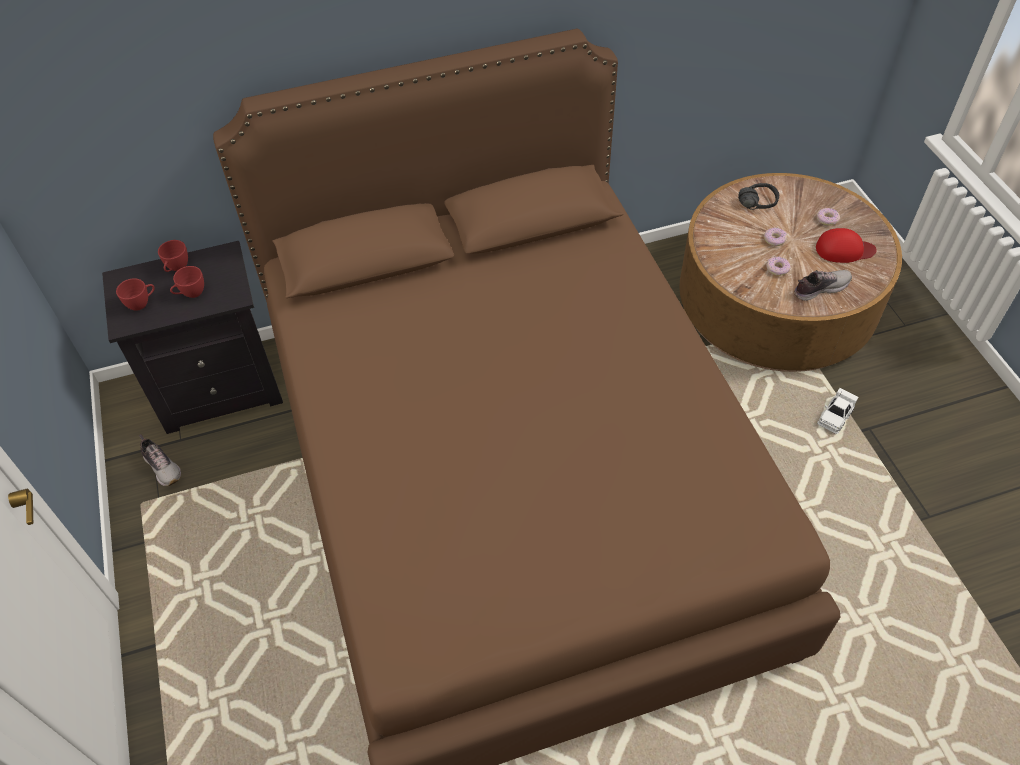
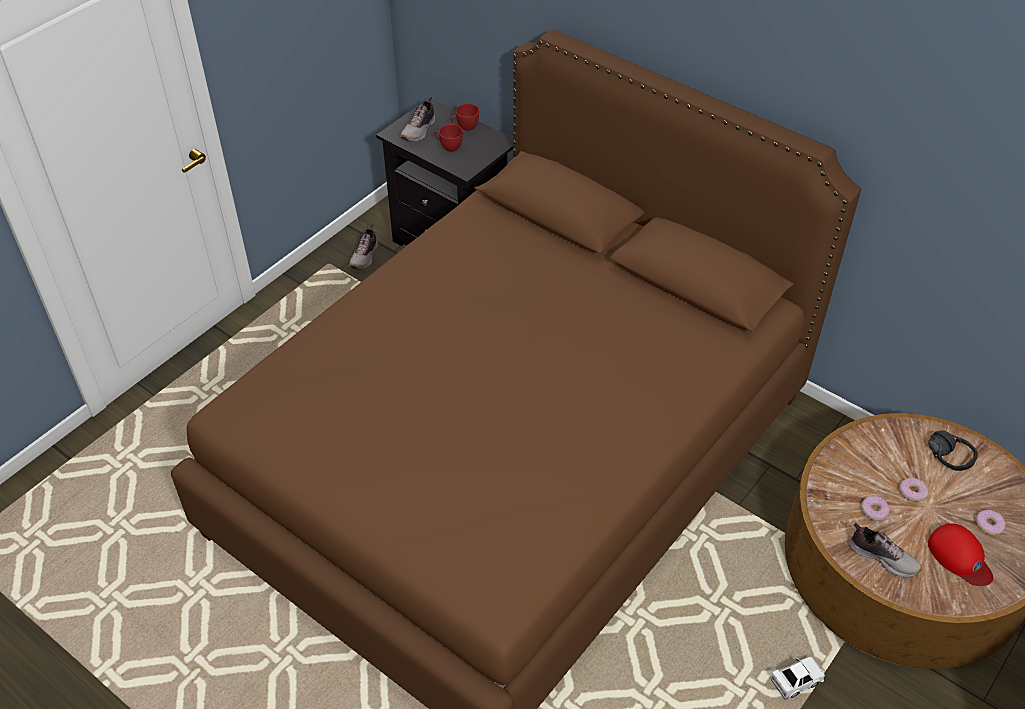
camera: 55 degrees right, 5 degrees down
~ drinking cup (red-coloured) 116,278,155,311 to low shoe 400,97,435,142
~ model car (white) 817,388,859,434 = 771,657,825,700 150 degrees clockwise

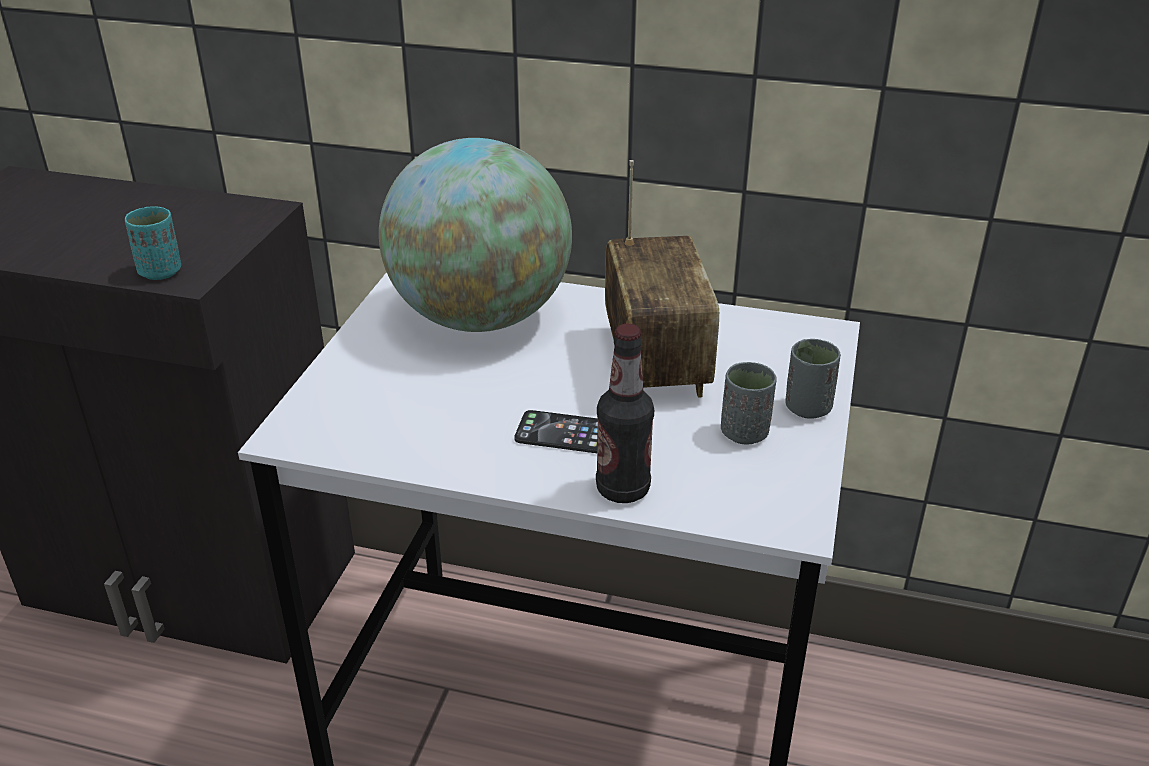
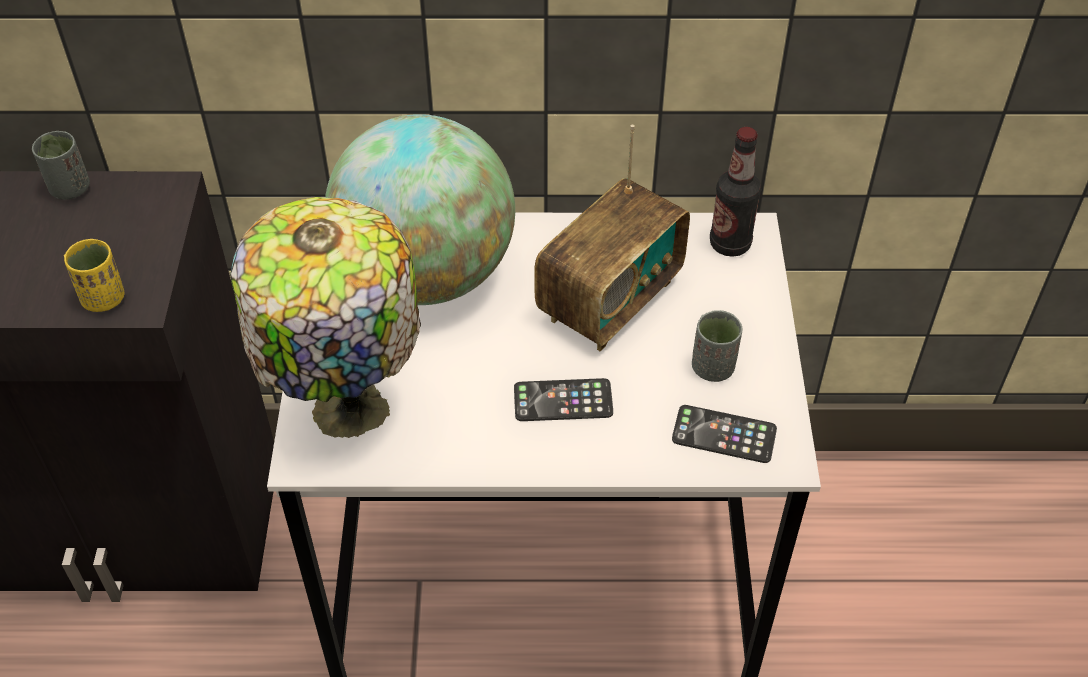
camera: 15 degrees left, 15 degrees up
~ radio receiver 605,160,719,398 = 534,125,690,351 60 degrees clockwise
~ drinking cup (turquoise-coloured) 125,206,181,280 to drinking cup (yellow) 64,239,124,312
~ drink bottle 596,324,654,503 to 710,127,761,257
~ drinking cup (grey) 785,339,841,419 to 32,131,90,200
+ tabletop lamp 230,197,421,438
+ phone 672,405,777,463

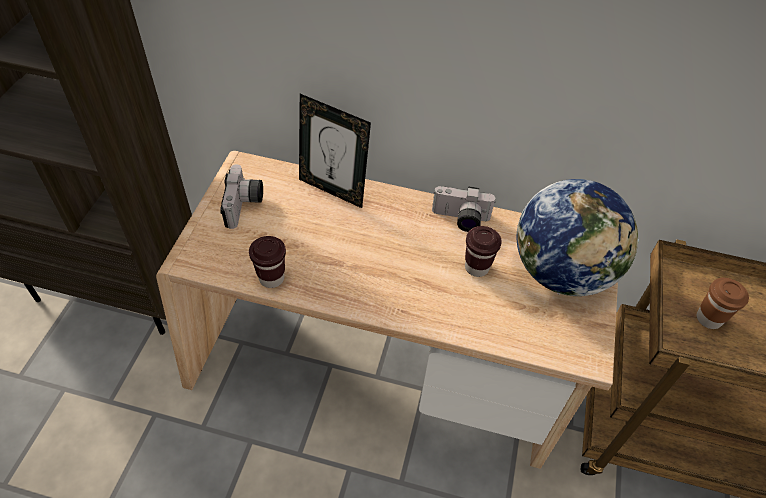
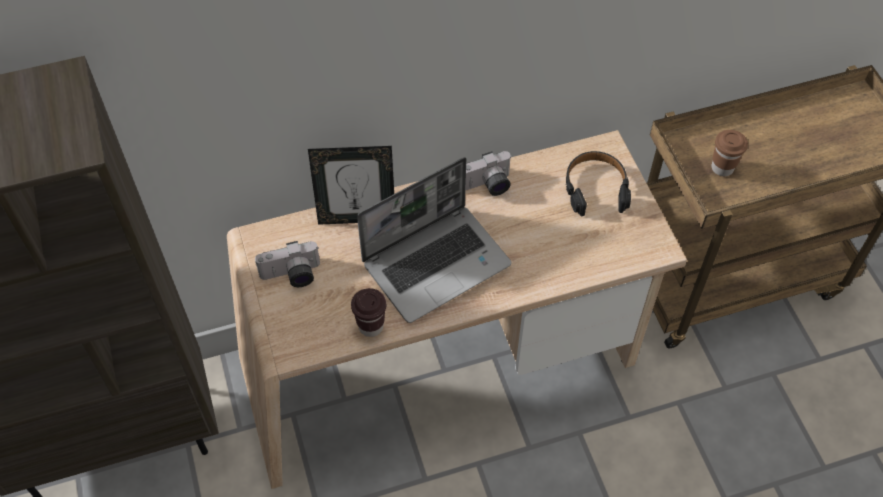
camera: 30 degrees left, 5 degrees up
~ still camera 220,164,263,229 = 255,241,320,287 105 degrees clockwise
~ world globe 516,179,639,296 to pair of headphones (blackish) 566,151,631,216
- drinking cup (brownish) 465,226,502,277
+ laptop 357,157,511,323

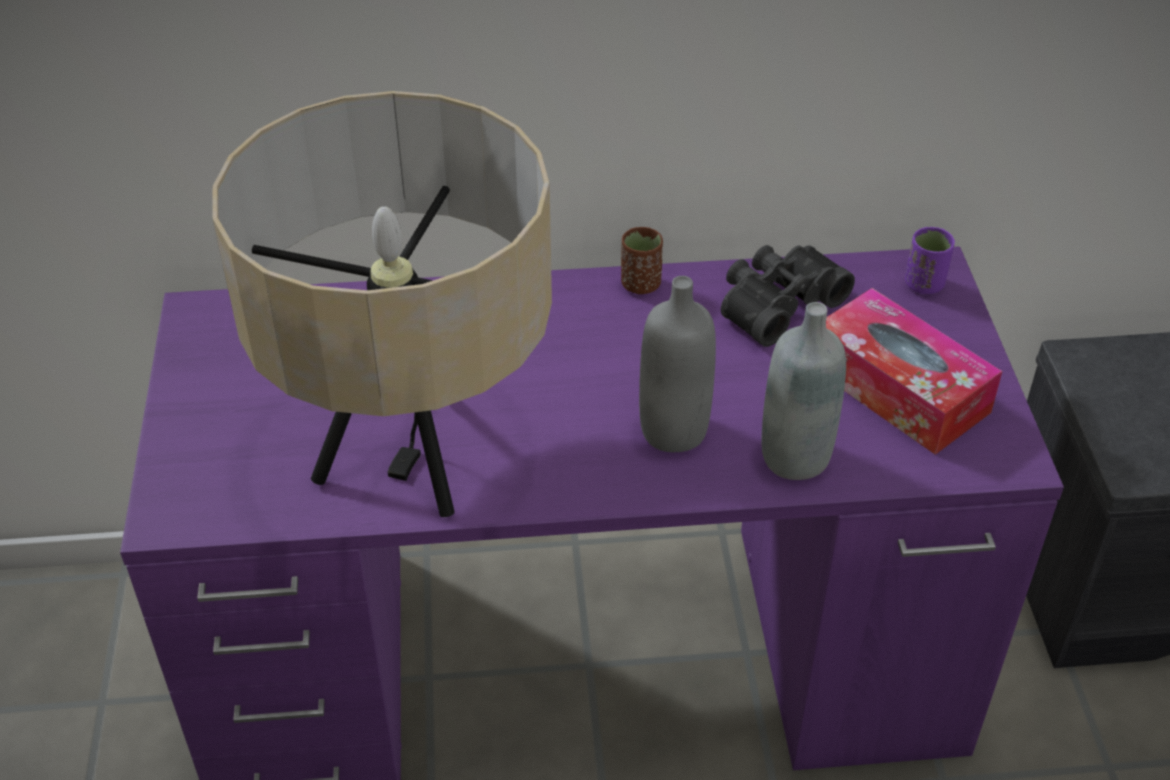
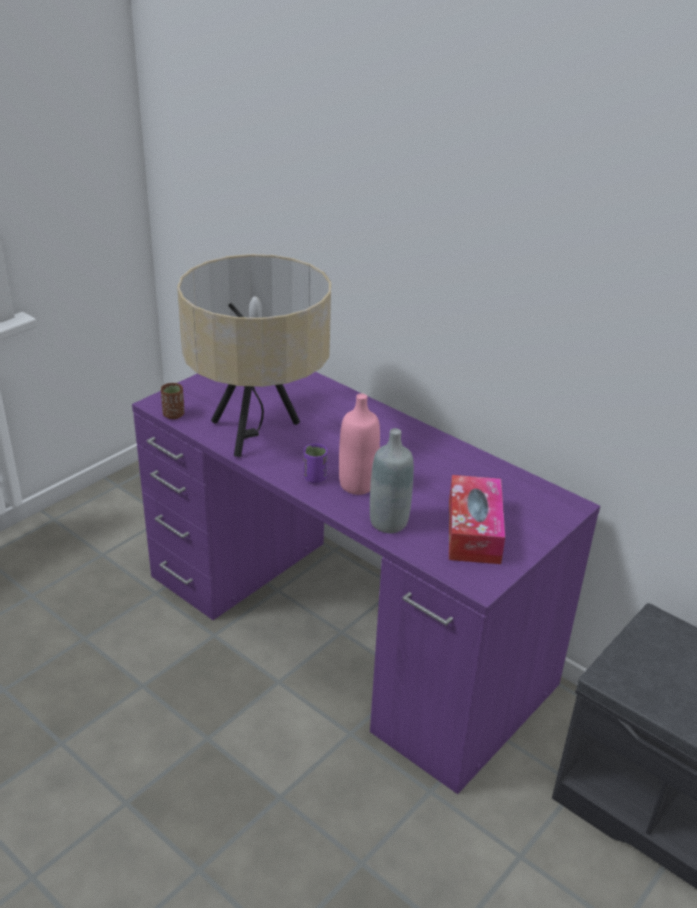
camera: 45 degrees right, 10 degrees down
~ drinking cup (brownish) 621,227,663,294 to 161,383,184,419
~ drinking cup (purple) 905,227,955,294 to 303,444,328,483
- pair of binoculars (blackish) 721,245,855,347
~ drink bottle (grey) 639,276,716,452 to drink bottle (pink-coloured) 339,393,380,495

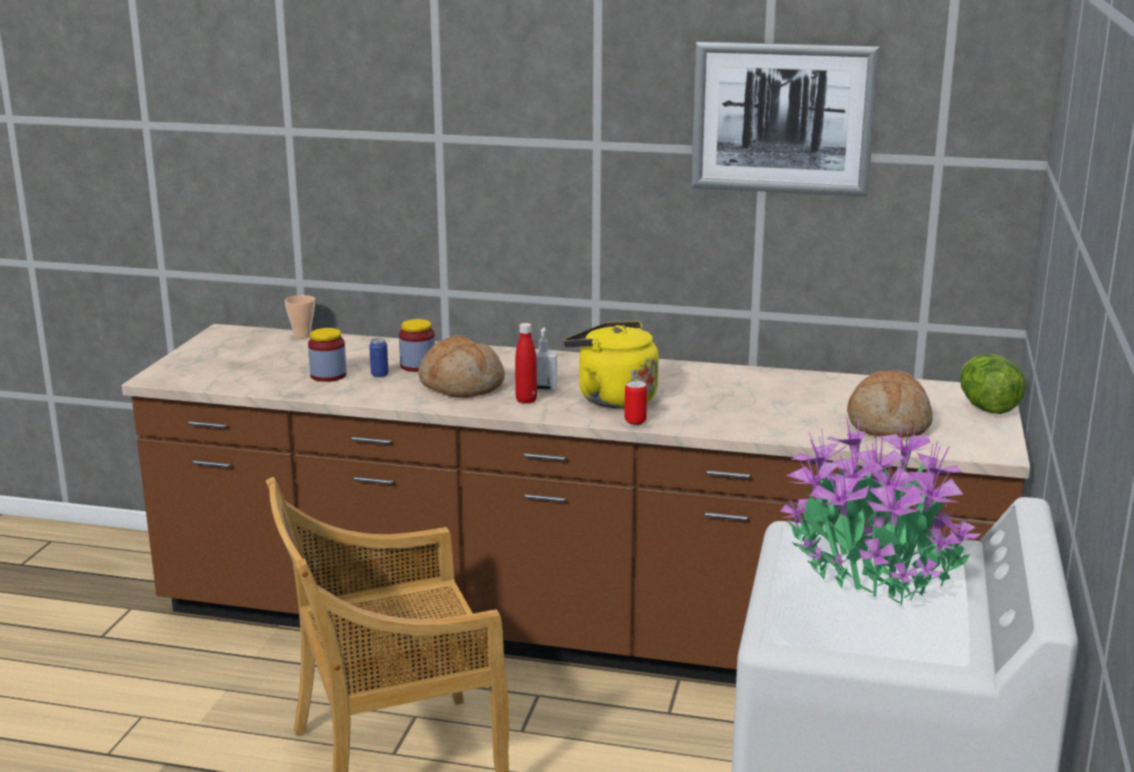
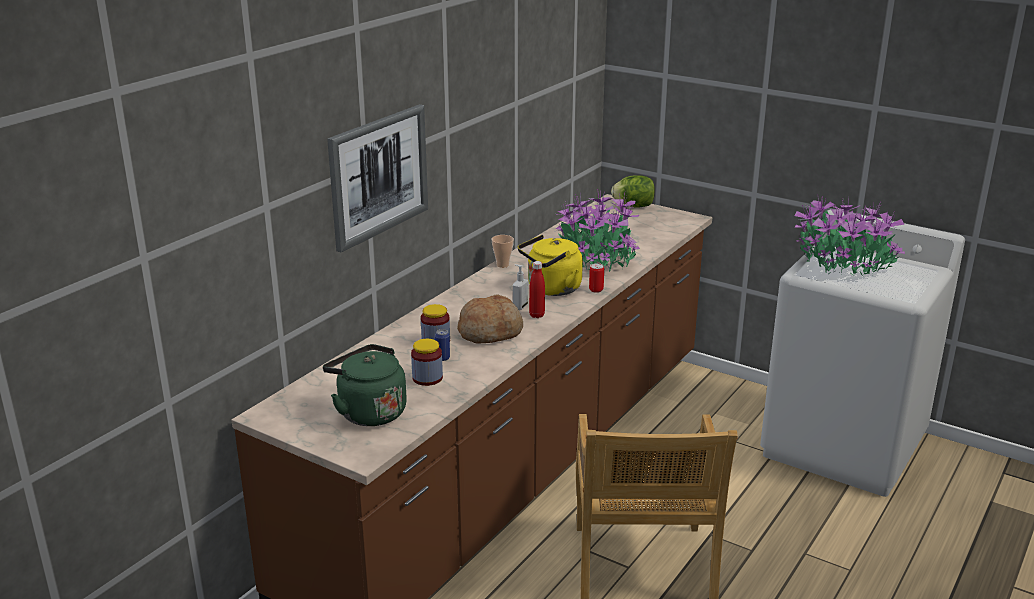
camera: 70 degrees left, 5 degrees up
~ wall art 691,41,880,197 to 327,104,428,252
~ drinking cup 285,295,315,339 to 492,235,514,268
- baked bread 847,371,933,438
+ potted plant 556,188,640,272
+ water kettle (greenish) 323,344,407,426

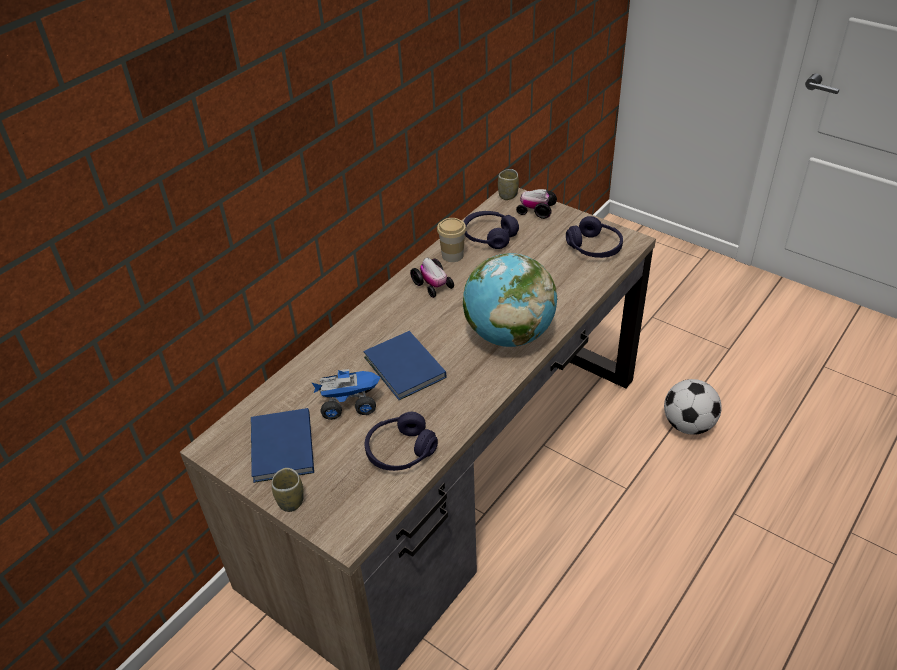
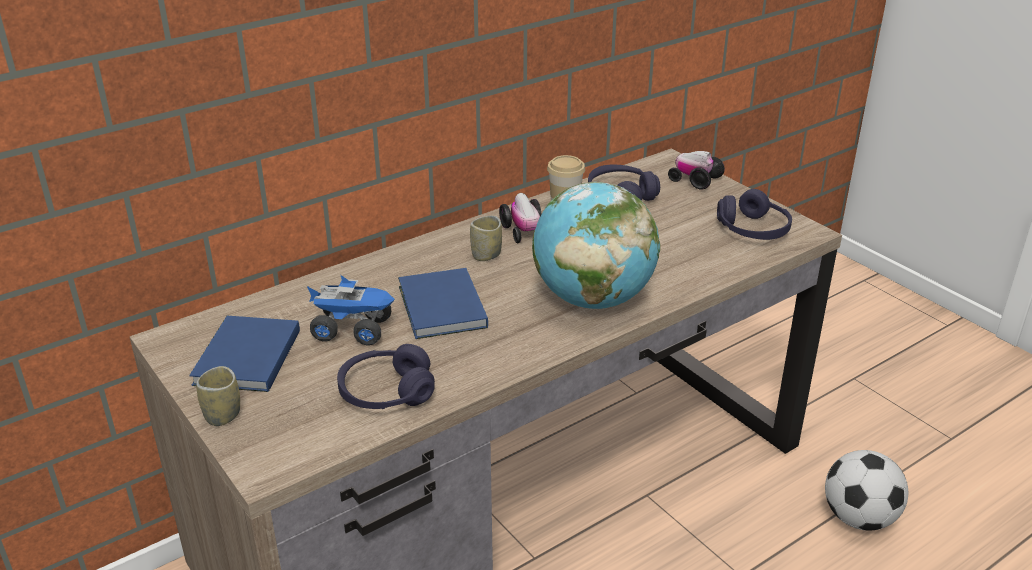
camera: 15 degrees right, 10 degrees down
~ drinking cup 498,169,519,200 to 470,216,502,261

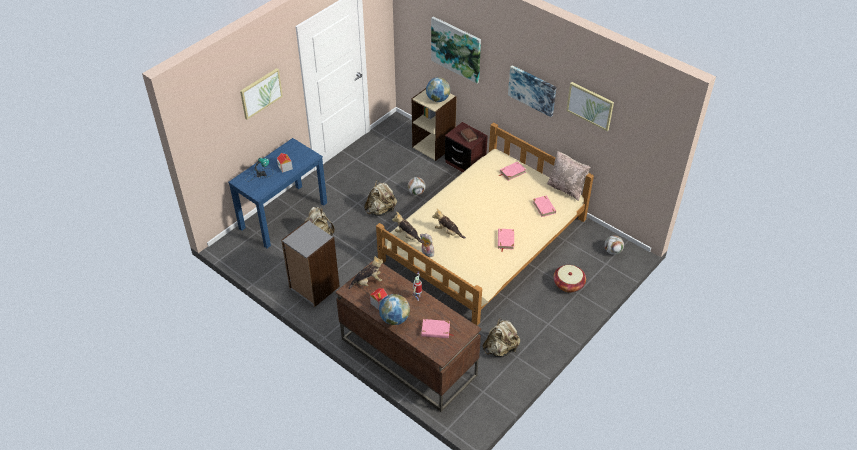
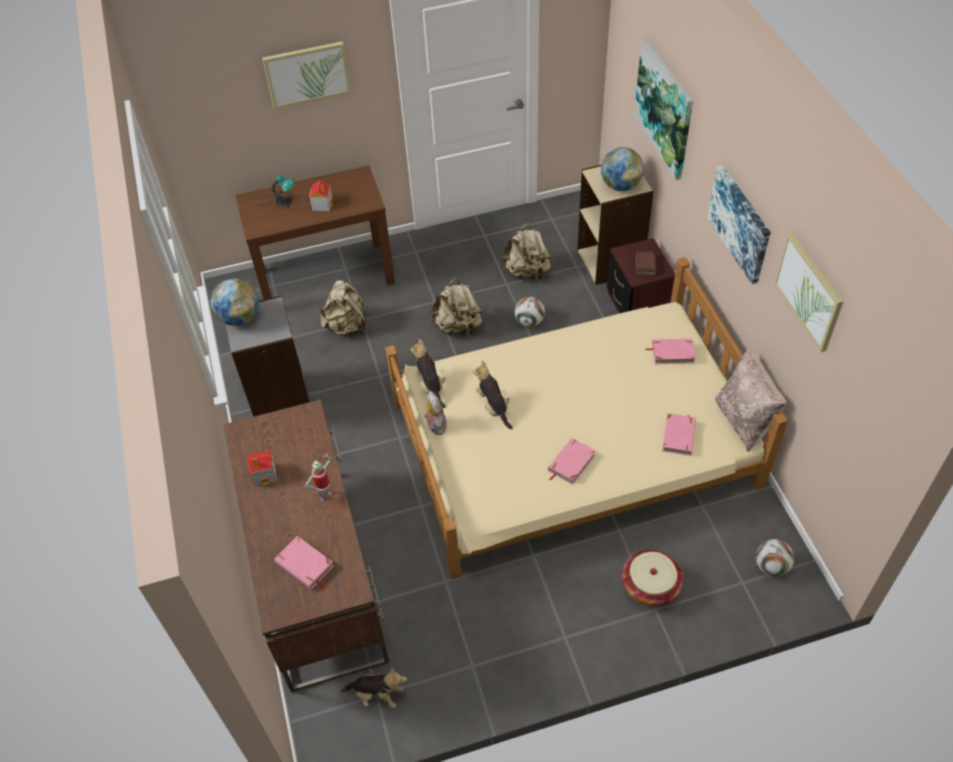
camera: 35 degrees right, 5 degrees up
~ narrow table (blue-coloured) 228,138,327,248 to narrow table (brownish) 235,165,395,299
~ cuddly toy 348,256,383,289 to 341,667,407,708
~ world globe 379,294,410,325 to 210,278,259,326
~ backpack (beige-coloured) 483,318,520,357 to 502,223,551,280

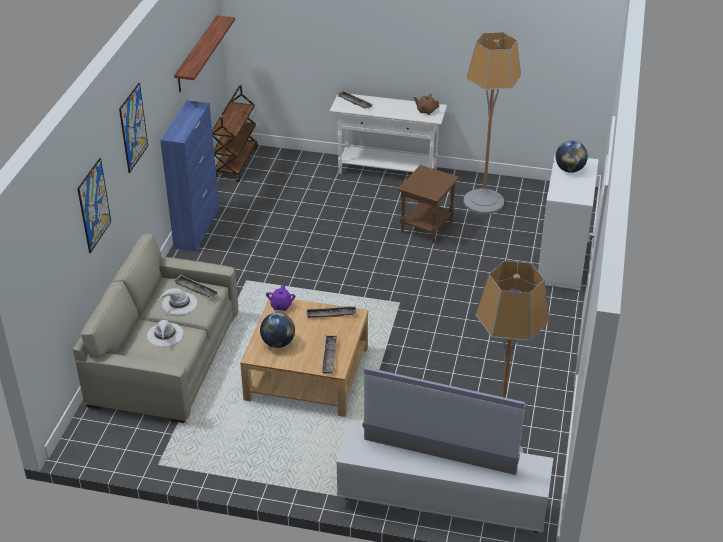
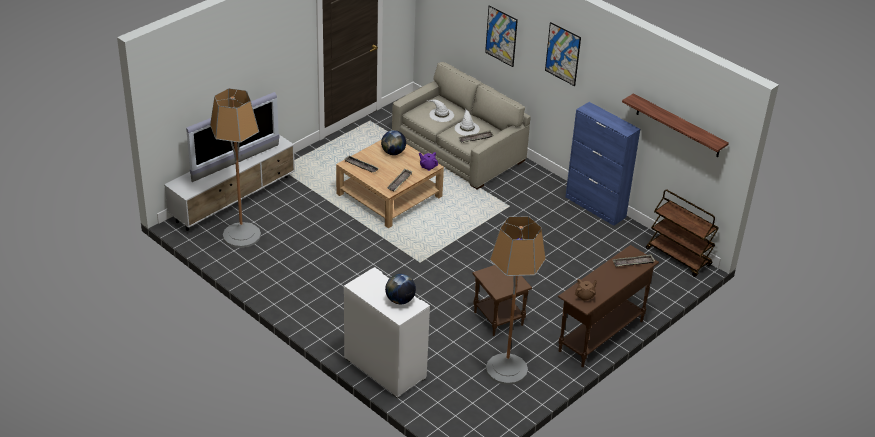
camera: 120 degrees right, 0 degrees up
~ narrow table (white) 330,94,447,174 to narrow table (brownish) 558,245,659,367

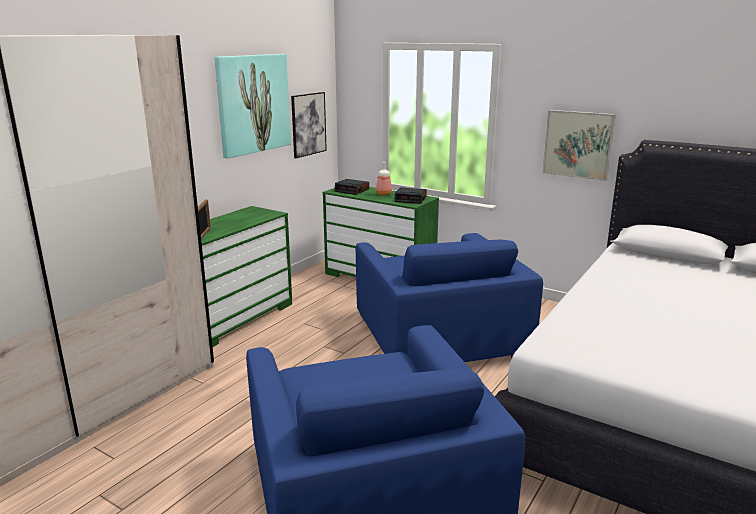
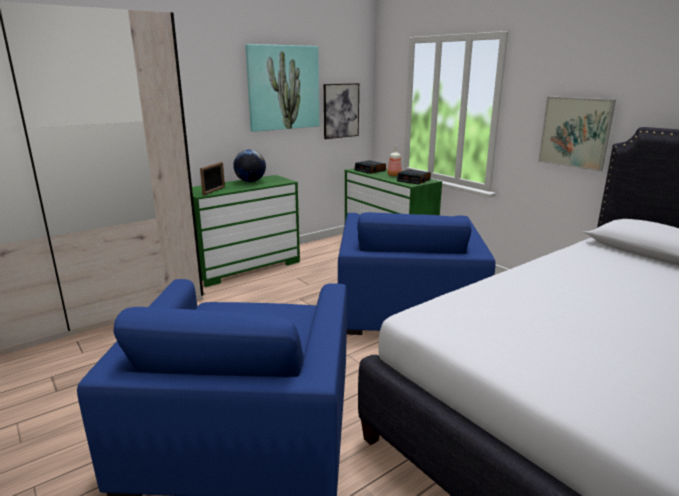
camera: 20 degrees right, 0 degrees up
+ world globe 233,150,266,182

